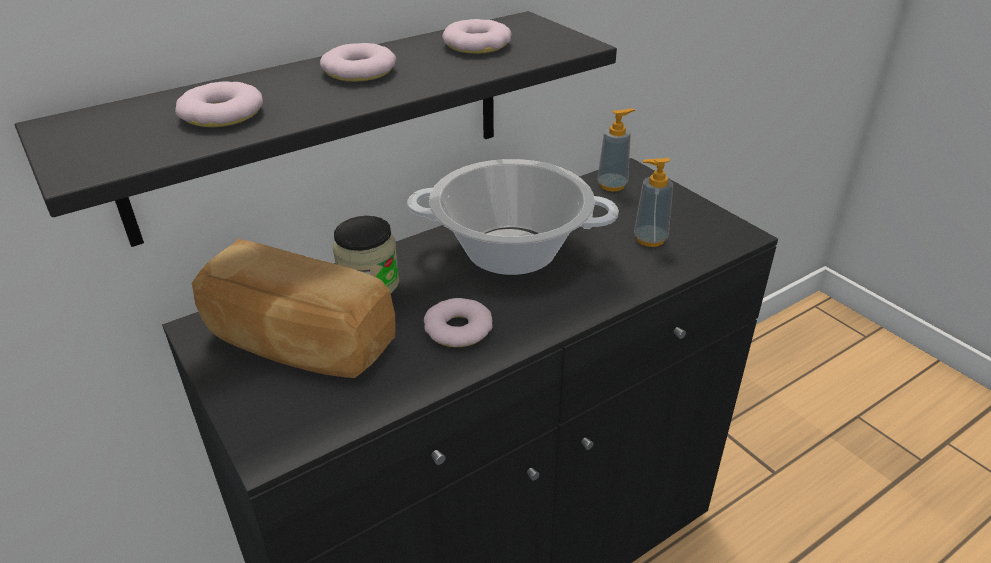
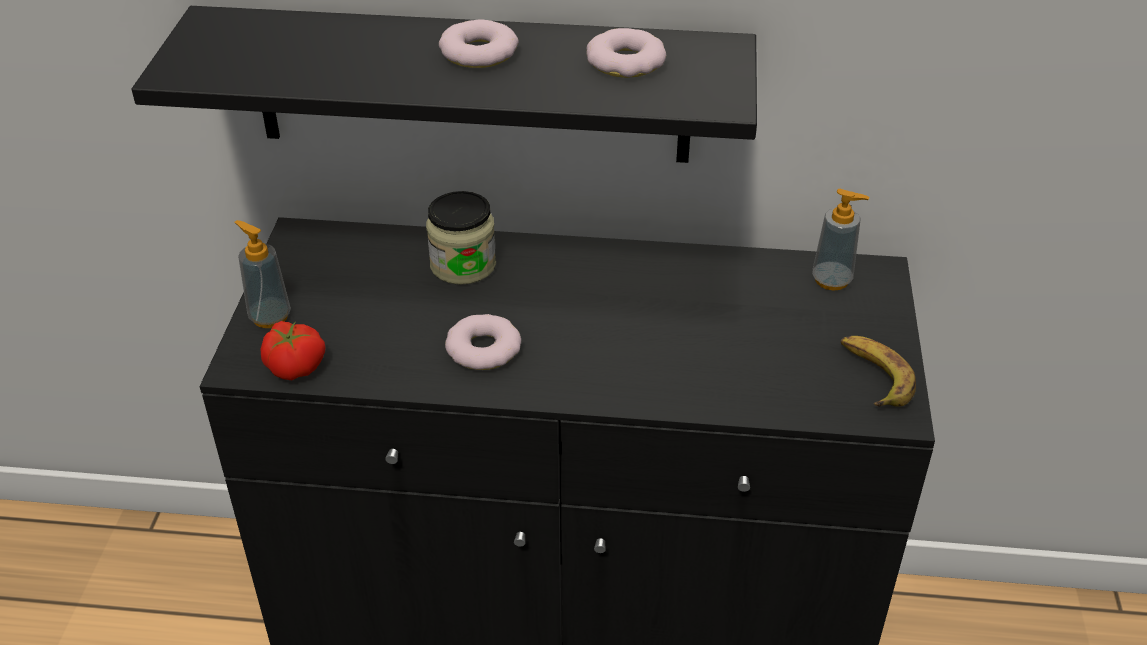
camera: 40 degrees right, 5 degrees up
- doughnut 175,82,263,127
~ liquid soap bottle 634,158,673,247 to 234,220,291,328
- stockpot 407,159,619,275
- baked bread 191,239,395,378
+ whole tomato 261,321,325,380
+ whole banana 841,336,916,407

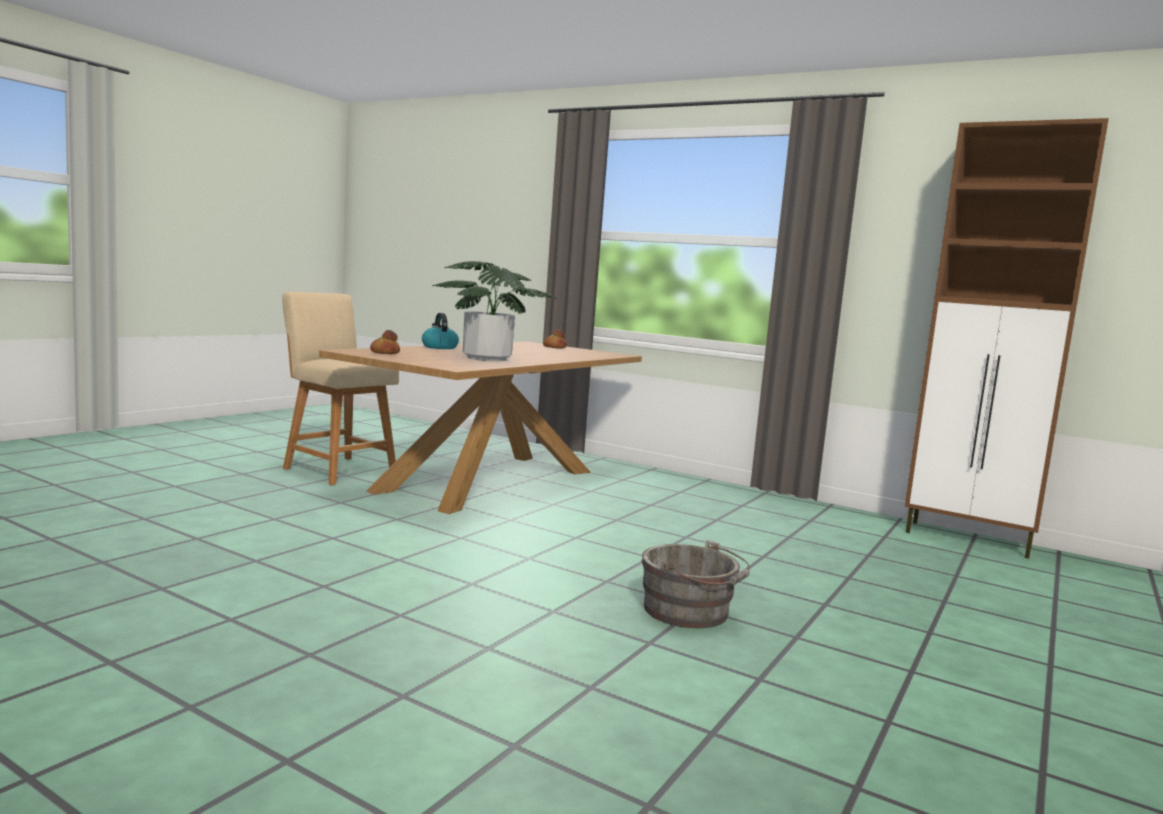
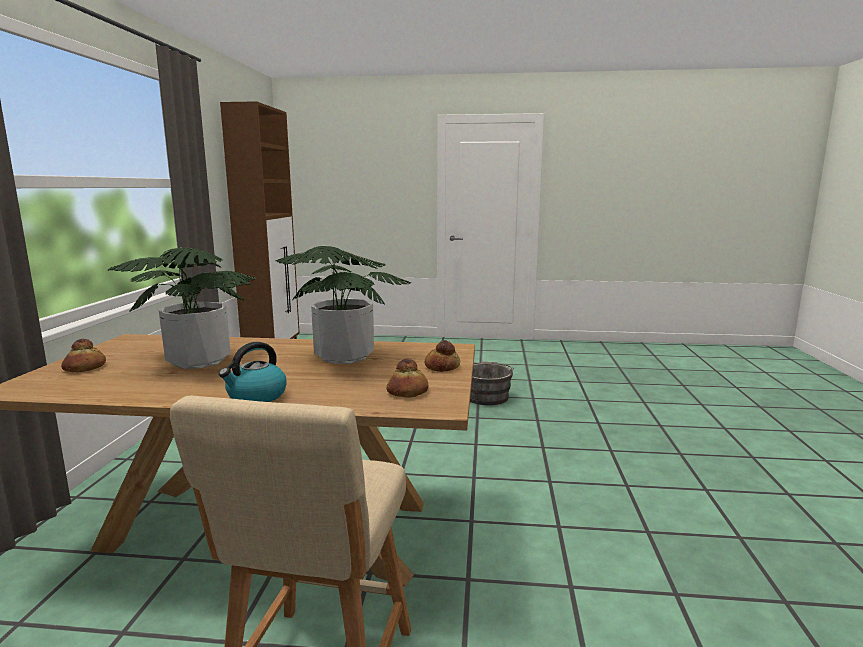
camera: 115 degrees left, 5 degrees up
+ potted plant 107,248,256,369
+ baked bread 425,340,460,372

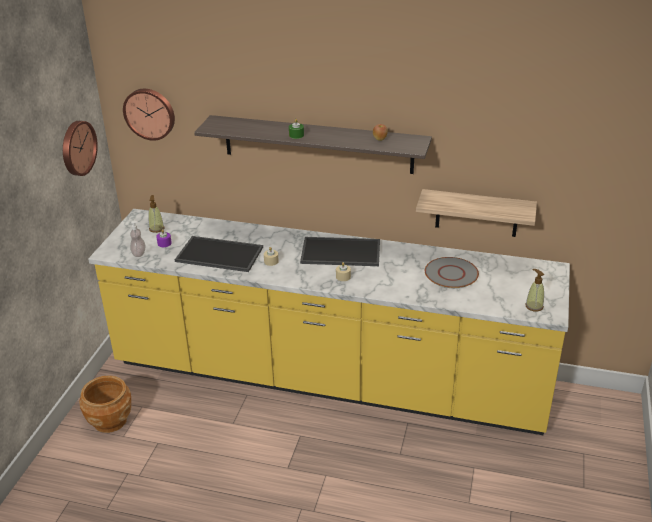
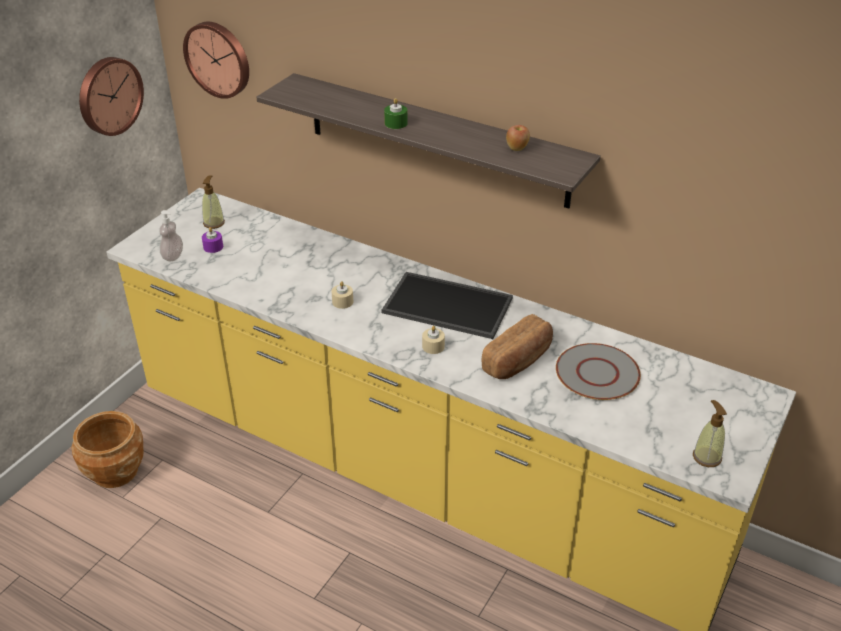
camera: 15 degrees right, 5 degrees up
- shelf 416,189,537,237
- carrying tray 175,236,263,272
+ baked bread 482,314,553,379

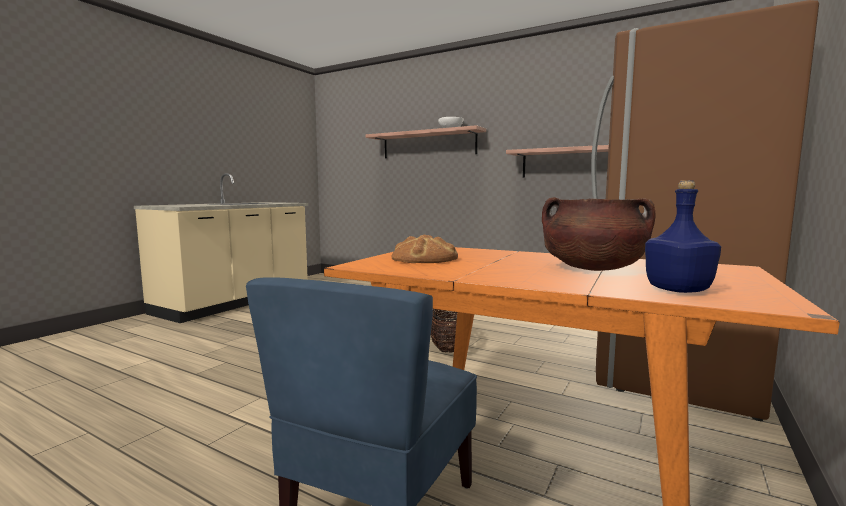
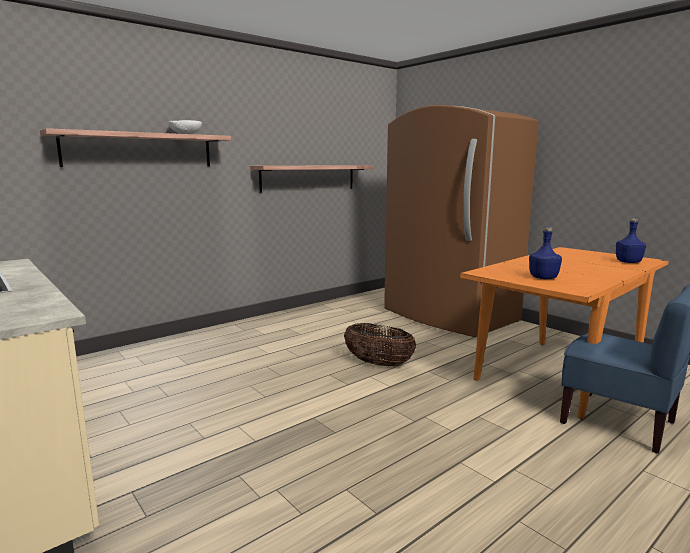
camera: 70 degrees left, 5 degrees up
- stockpot (brownish) 542,197,655,271
~ baked bread 392,235,458,263 to drink bottle (blue-coloured) 529,227,562,279

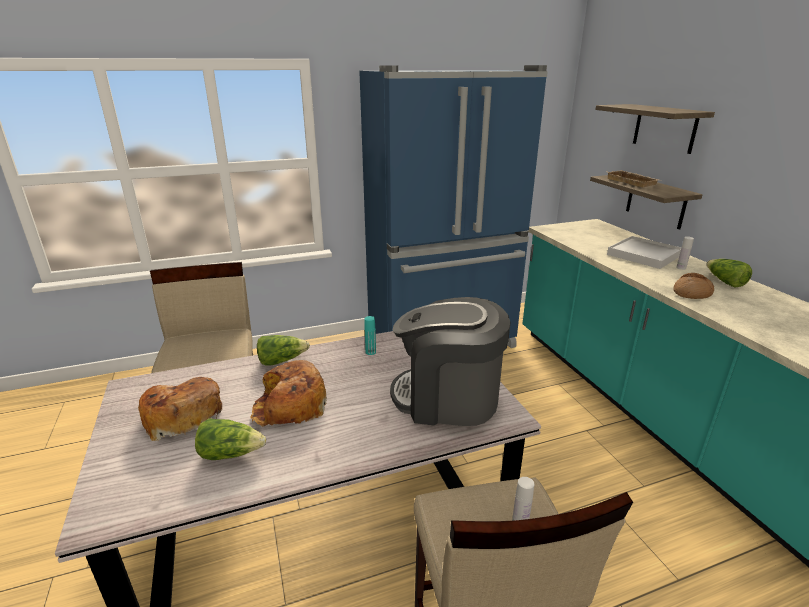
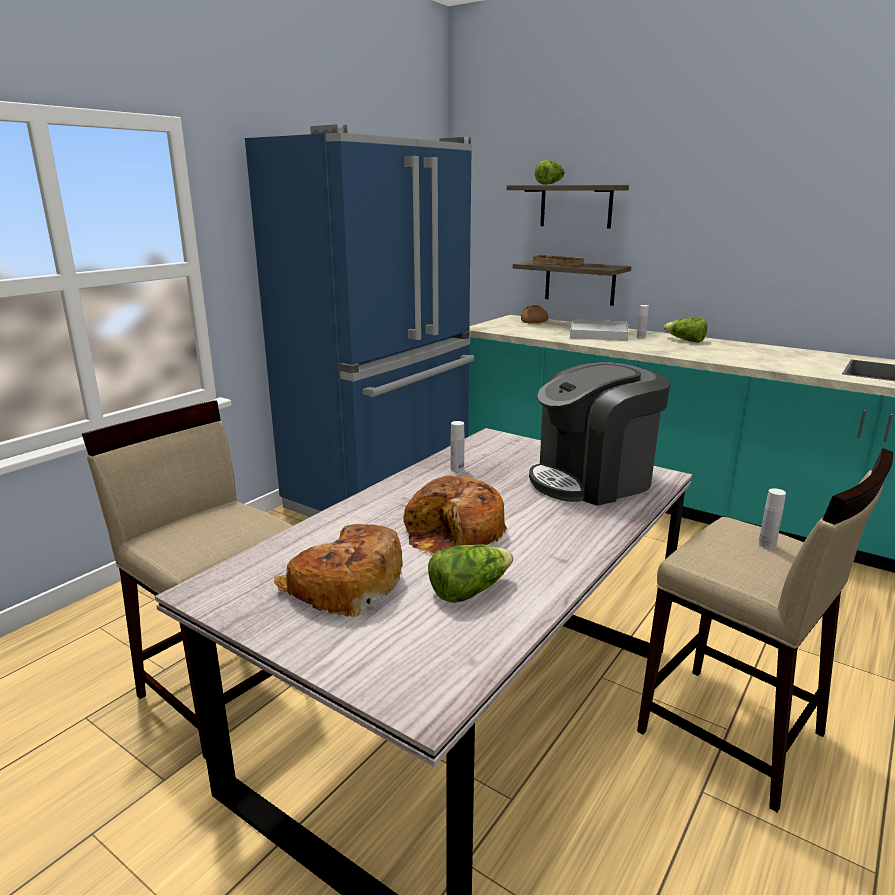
camera: 35 degrees left, 5 degrees down
~ baked bread 674,273,714,299 to 521,305,549,323
~ drink bottle (turquoise-coloured) 364,316,376,355 to drink bottle (white) 451,421,464,472
~ lettuce 257,335,310,366 to 535,160,565,185

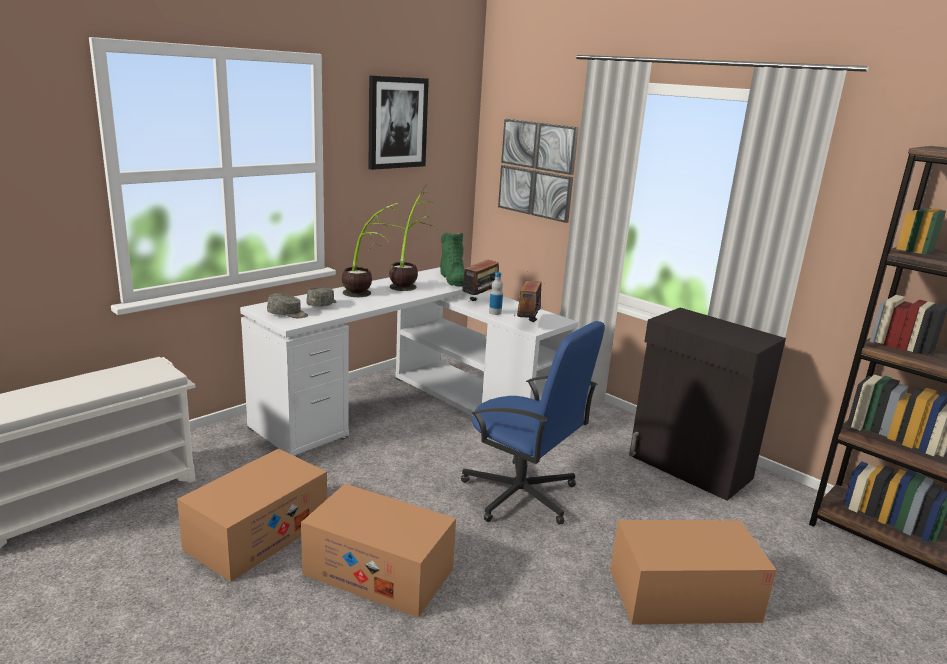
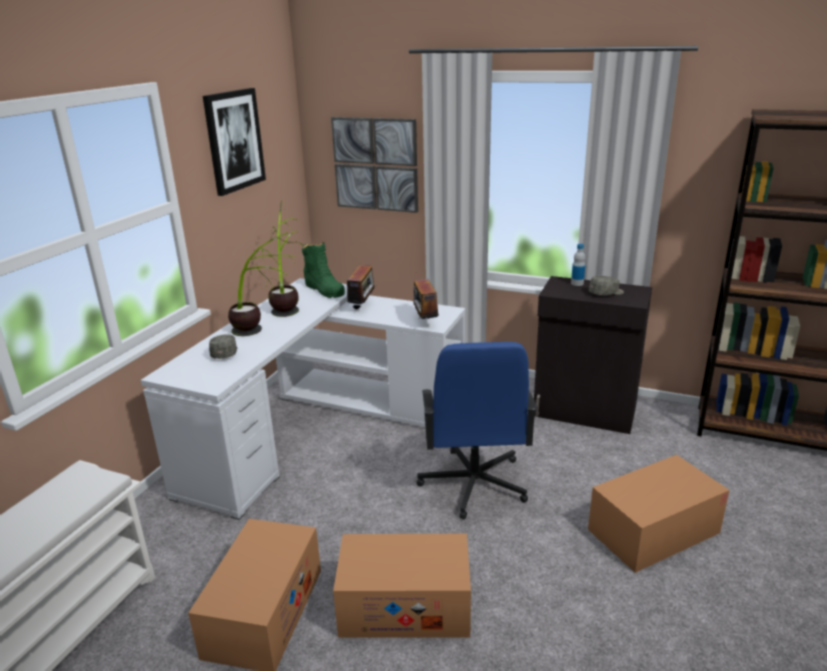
camera: 20 degrees left, 5 degrees up
~ drink bottle 489,272,503,315 to 571,244,585,286
~ cap (grey) 267,293,308,318 to 589,276,624,295
~ computer chair (blue-coloured) 461,321,605,525 = 417,342,537,520 75 degrees clockwise

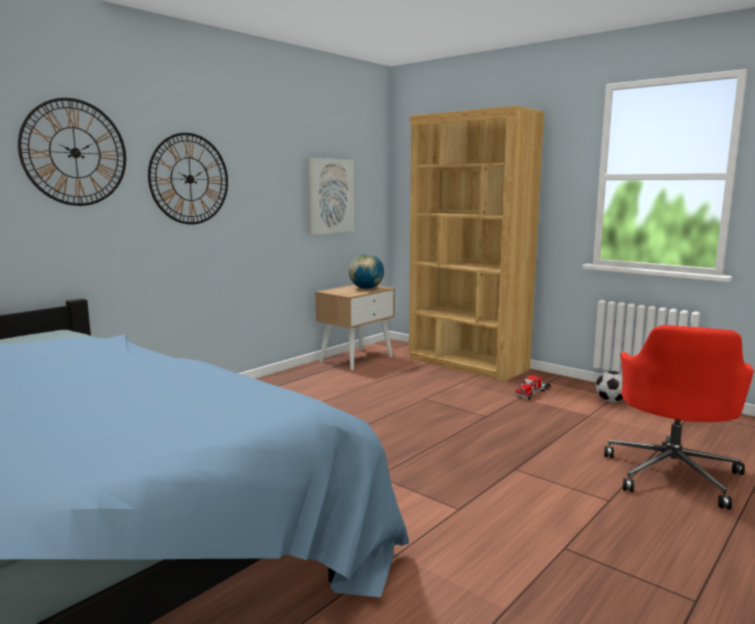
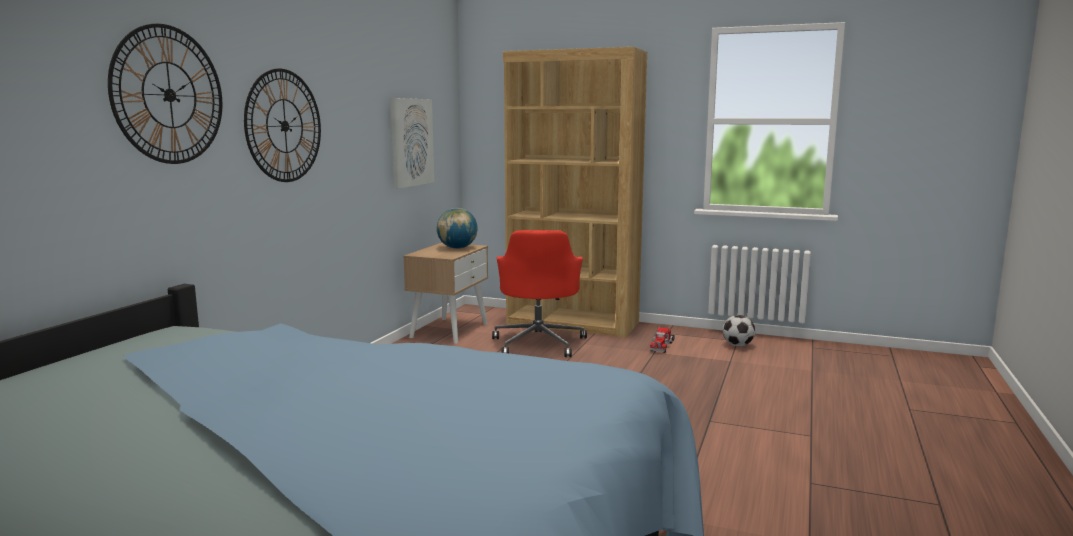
camera: 20 degrees left, 0 degrees up
~ computer chair (red-coloured) 604,325,754,510 to 492,230,587,357

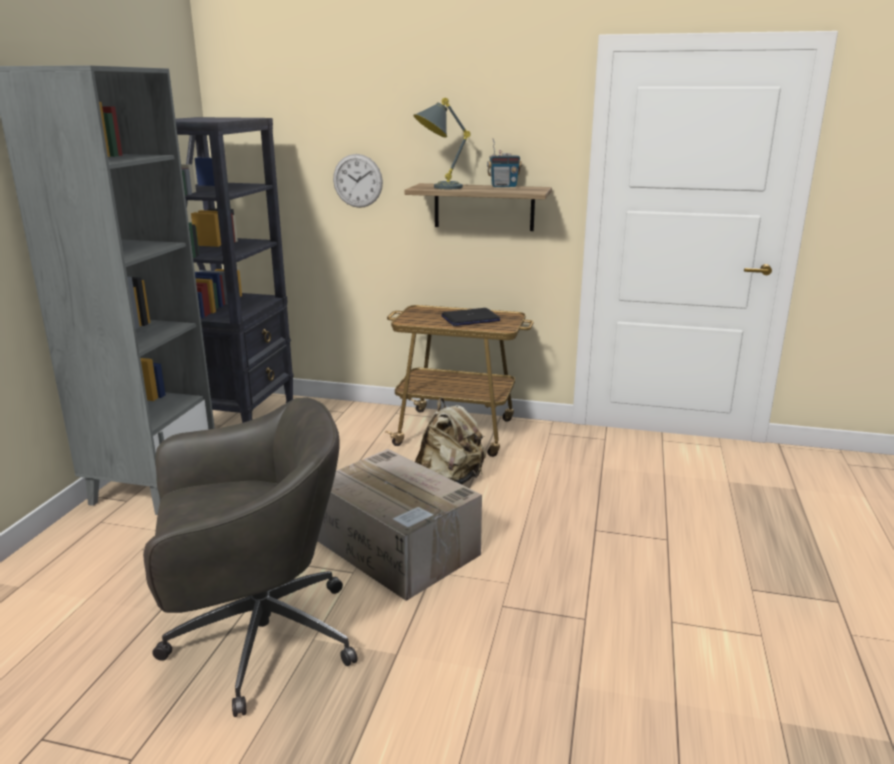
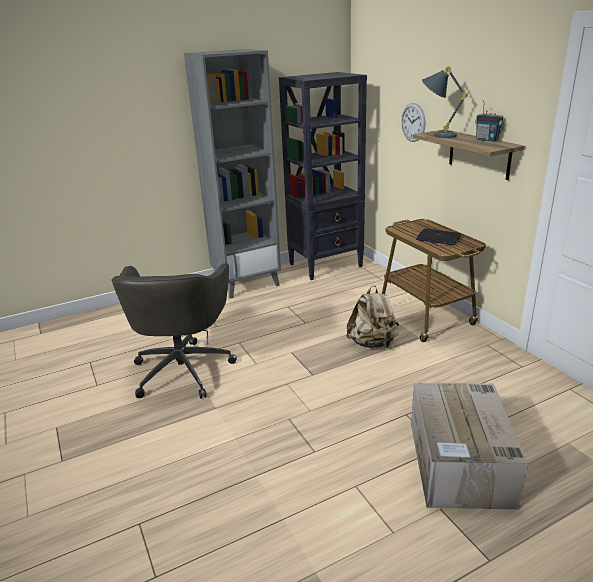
camera: 50 degrees right, 5 degrees up
~ computer chair (grey) 143,397,358,717 = 111,263,237,399 60 degrees clockwise
~ cardboard box 317,449,482,601 to 411,383,528,510

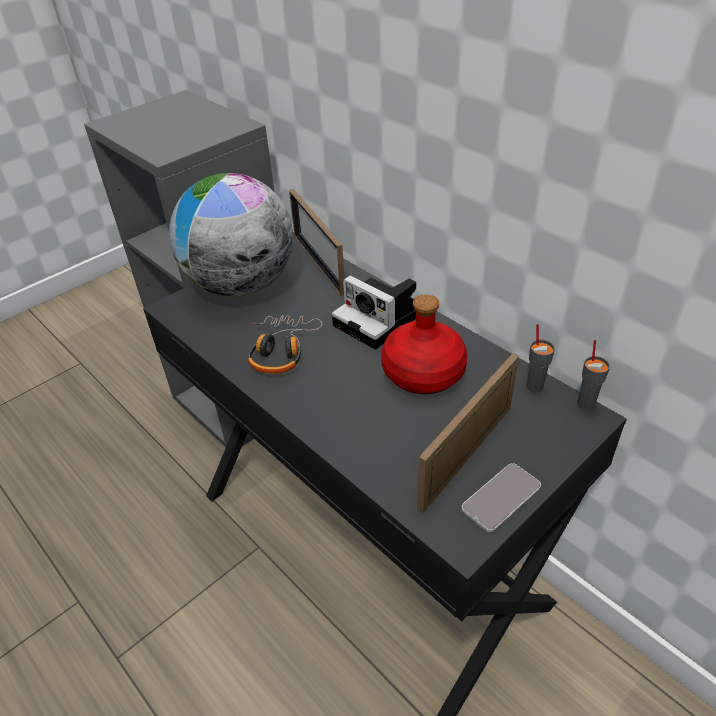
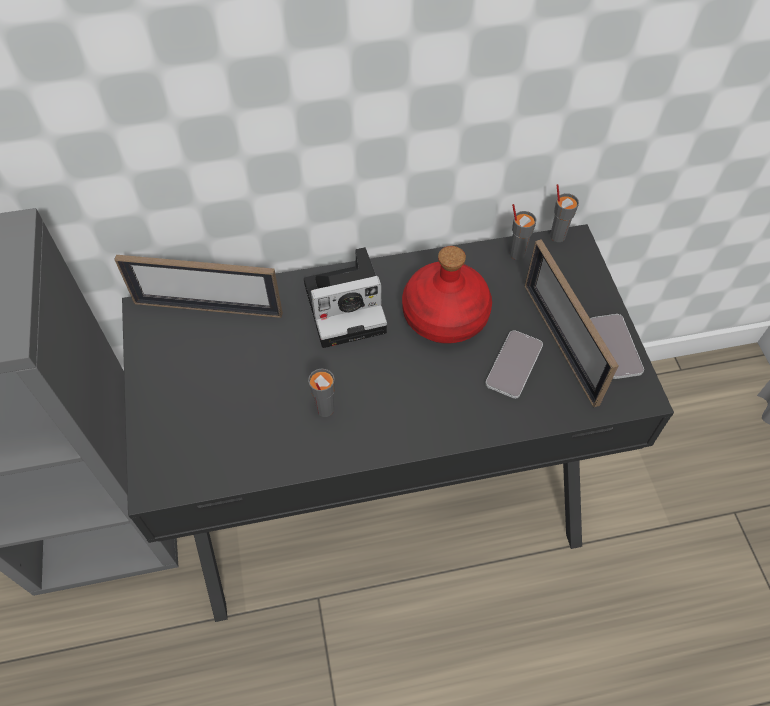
camera: 60 degrees left, 15 degrees up
- world globe 169,173,293,297
~ pair of headphones 248,315,322,374 to drinking cup (grey) 308,369,335,417
+ phone 485,330,543,399

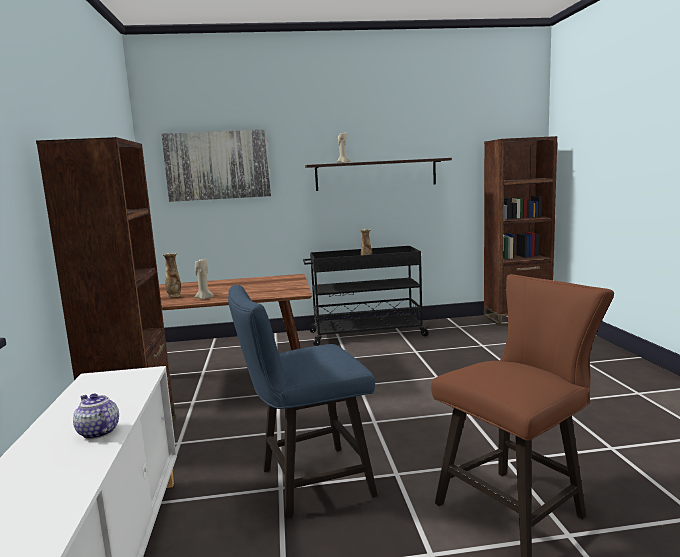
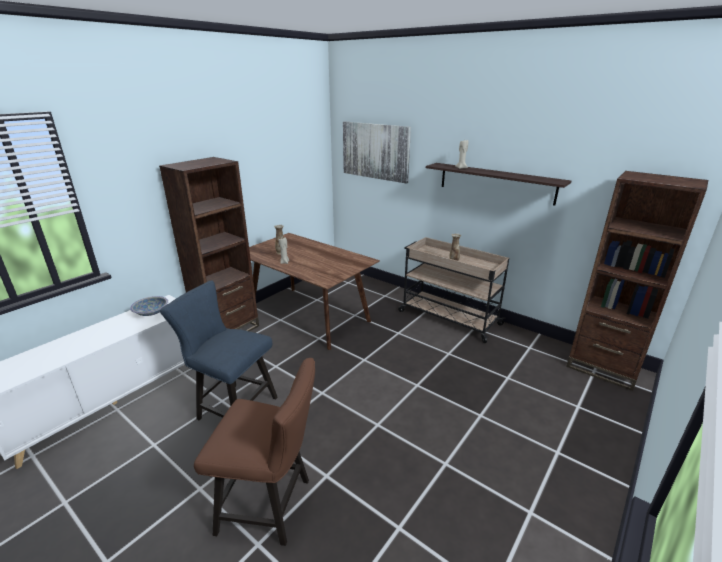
camera: 45 degrees right, 15 degrees up
~ cart (blackish) 303,246,429,346 to cart (beige-coloured) 398,237,509,343
- pot for tea 73,393,119,439
+ bowl 130,296,168,316

